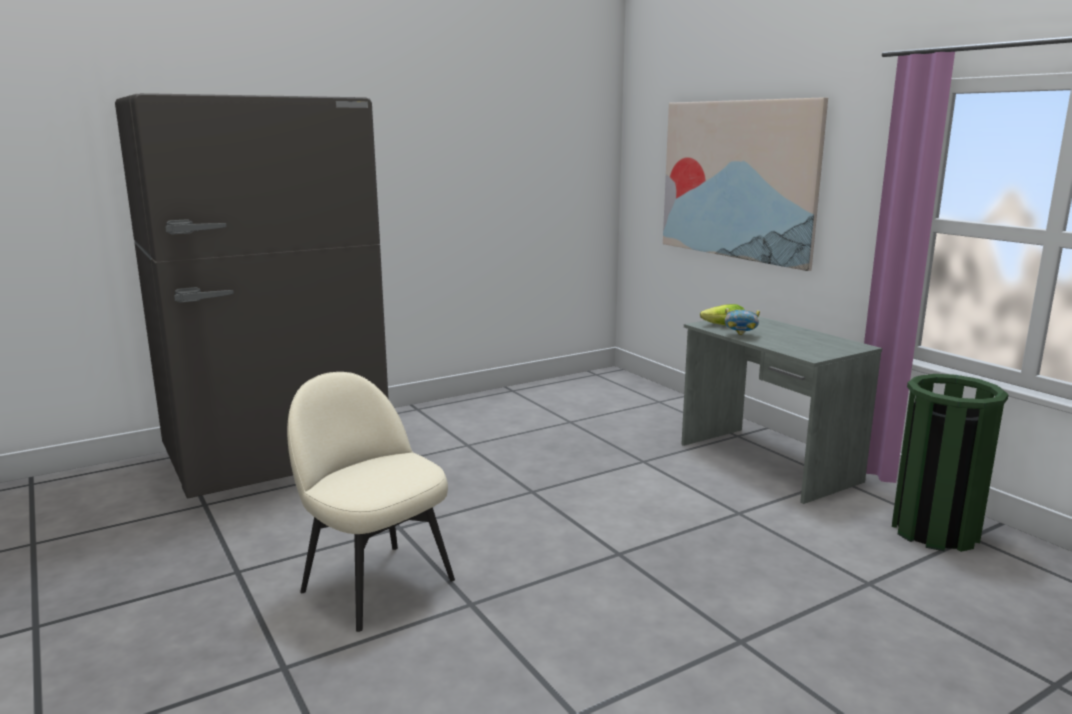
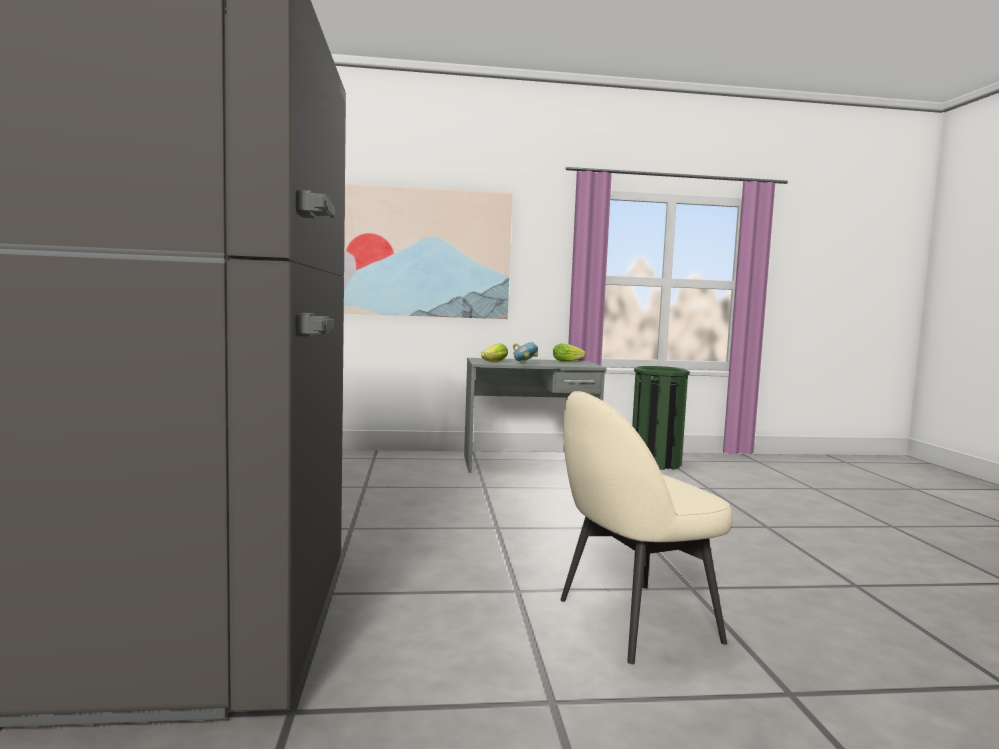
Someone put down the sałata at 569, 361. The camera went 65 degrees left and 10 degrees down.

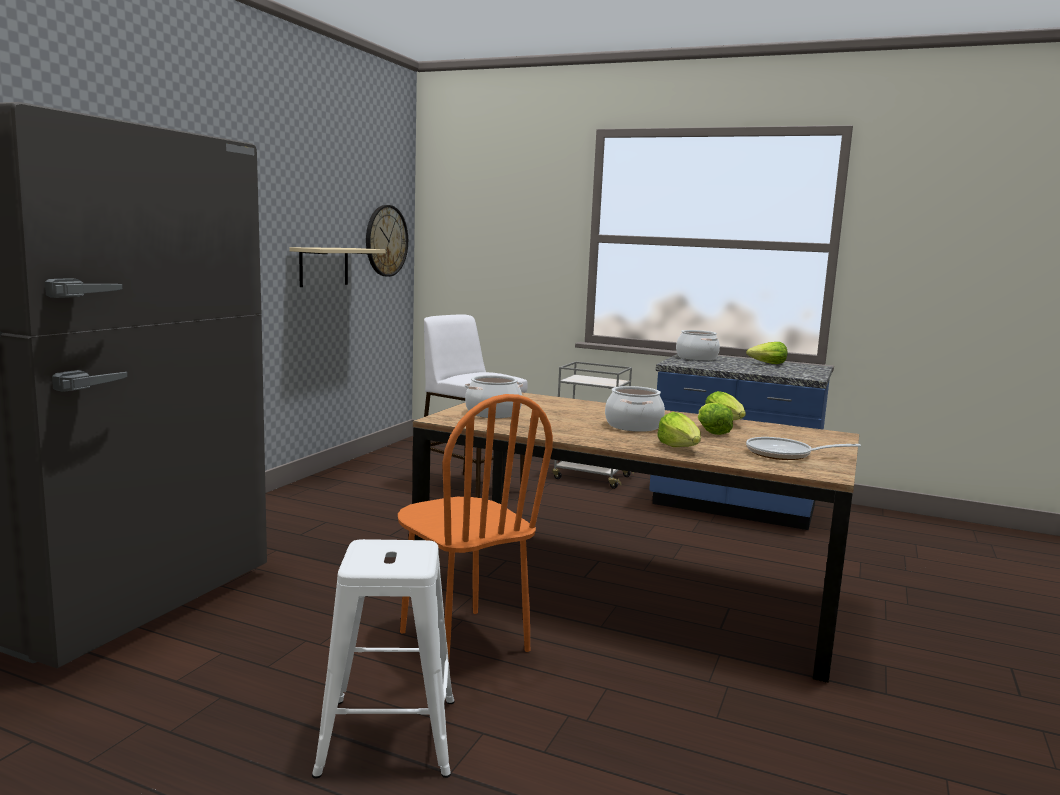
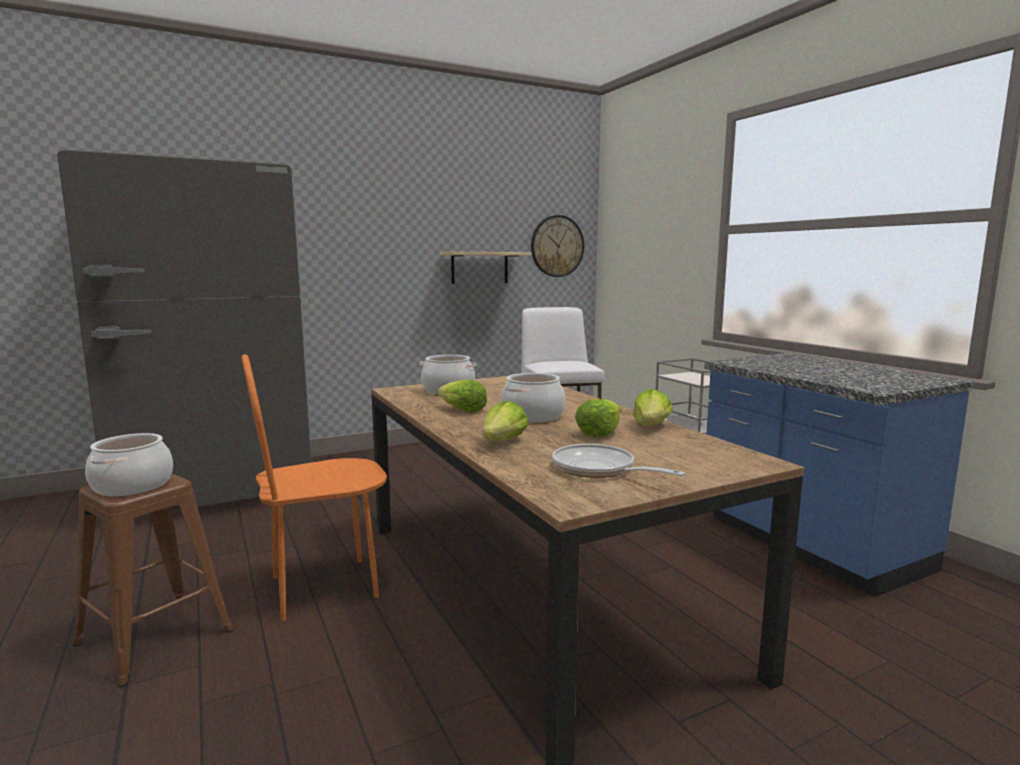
Someone repainted the stołek (biały) at 390, 736, which became the stołek (brązowy) at 154, 638. Someone carried the garnek from 696, 358 to 132, 485. Someone rotated the krzesło (pomarańczowy) at 462, 641 by 60 degrees clockwise. Someone carried the sałata from 768, 364 to 462, 410. The camera went 40 degrees right and 0 degrees up.

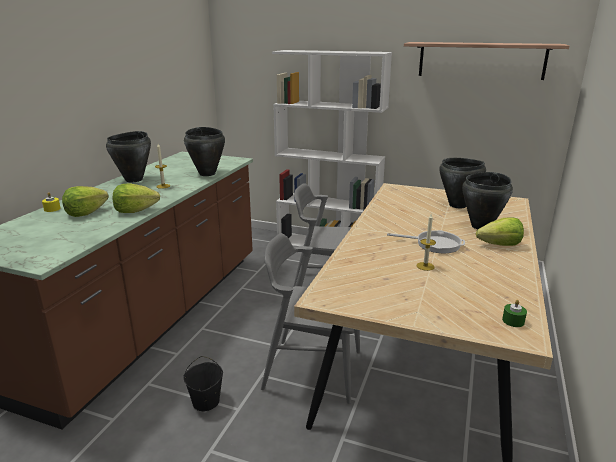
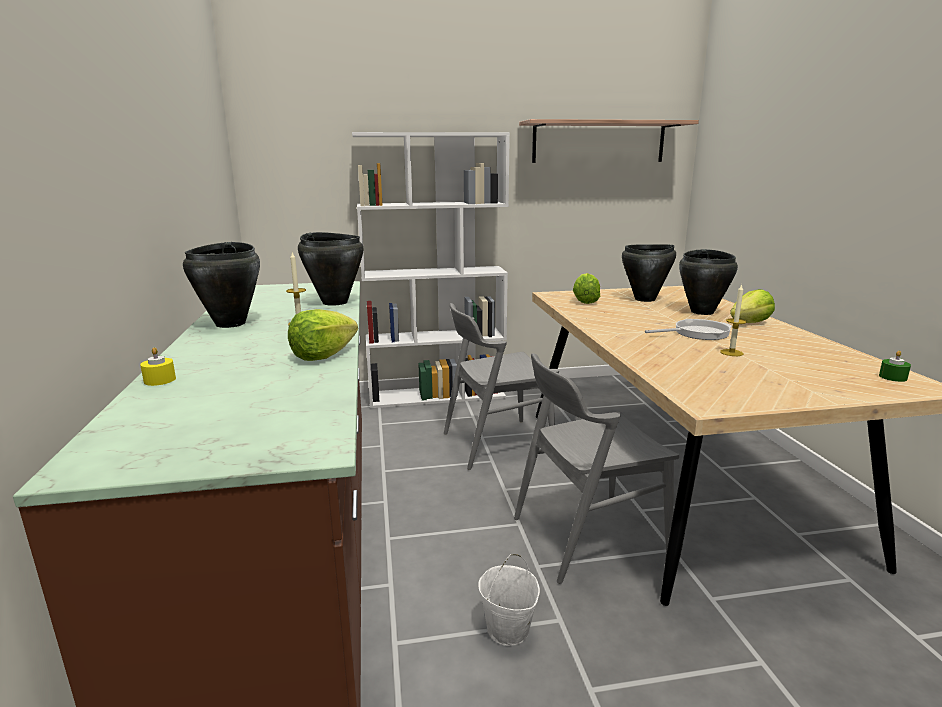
Someone repainted the wiadro (czarny) at 206, 402, which became the wiadro (biały) at 508, 629. Someone carried the sałata from 86, 213 to 585, 301. The camera went 30 degrees left and 5 degrees down.

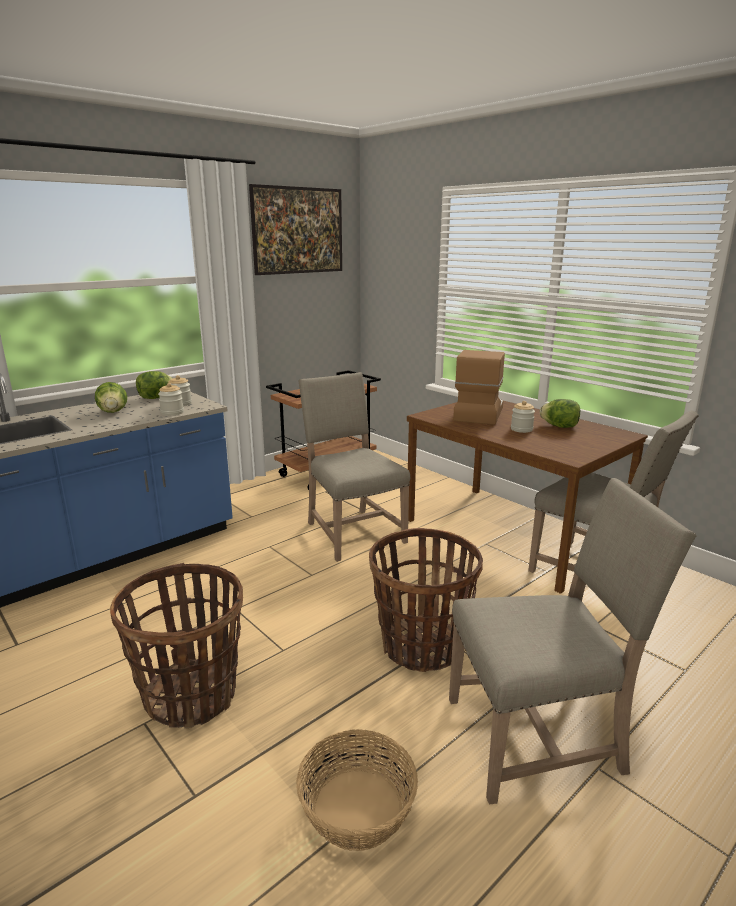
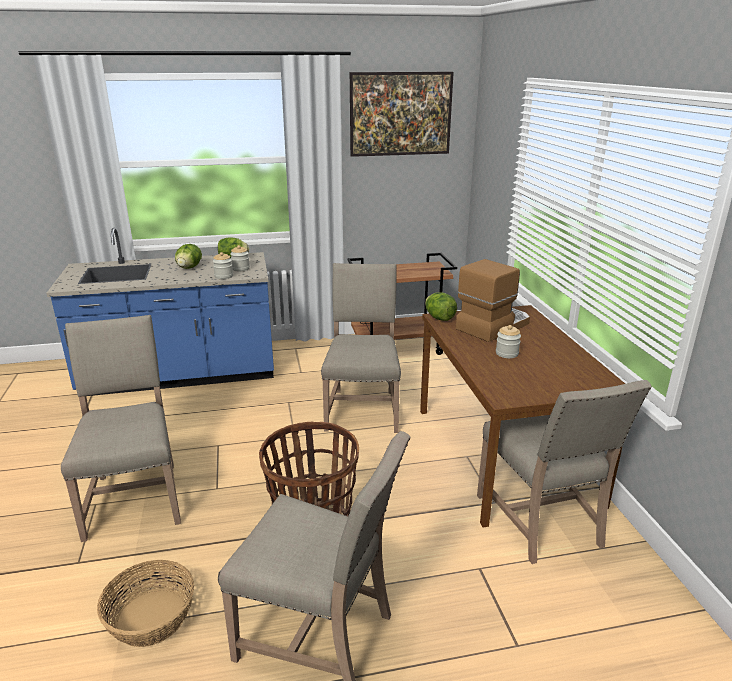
Someone swapped the koszyk at 191, 695 for the krzesło (beżowy) at 135, 497. Someone carried the sałata from 559, 426 to 439, 318. The camera went 30 degrees right and 5 degrees up.

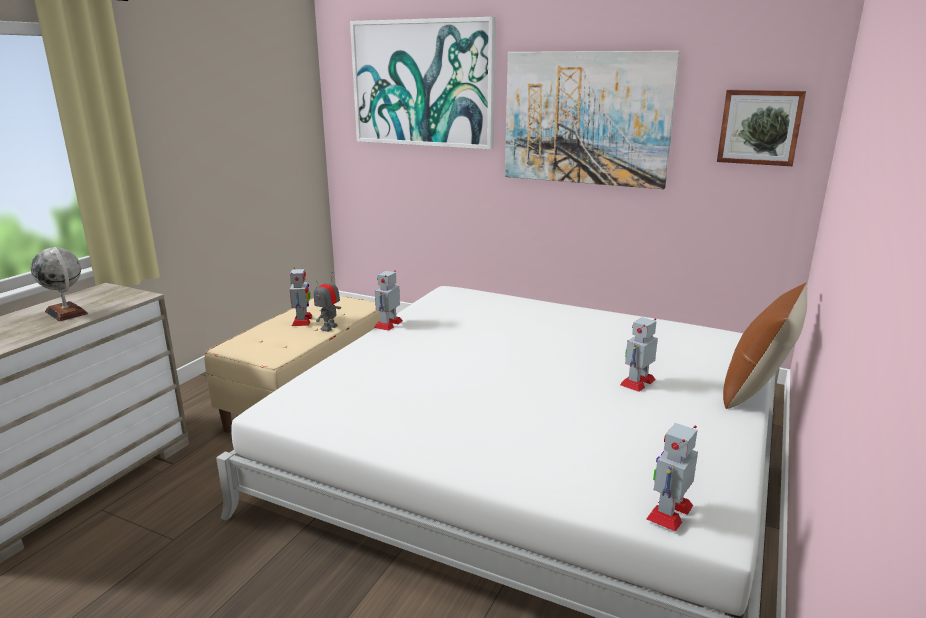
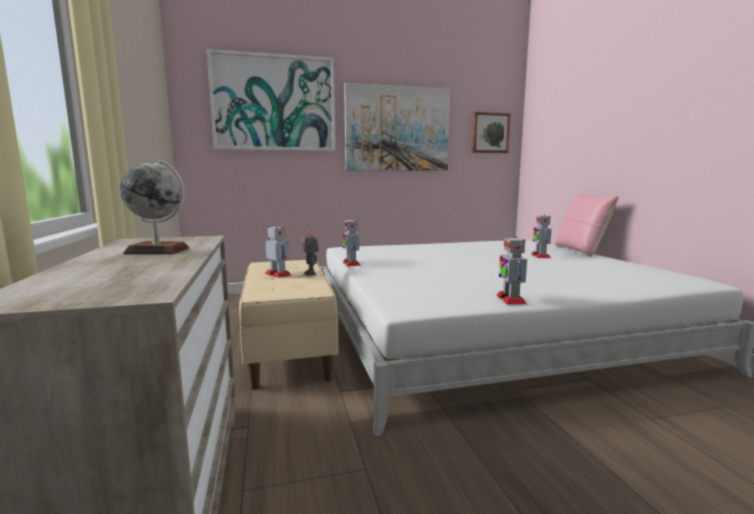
Someone carried the robot zabawkowy from 669, 512 to 510, 299. Someone repainted the poduszka (brązowy) at 756, 391, which became the poduszka (różowy) at 580, 250. The camera went 40 degrees left and 10 degrees down.

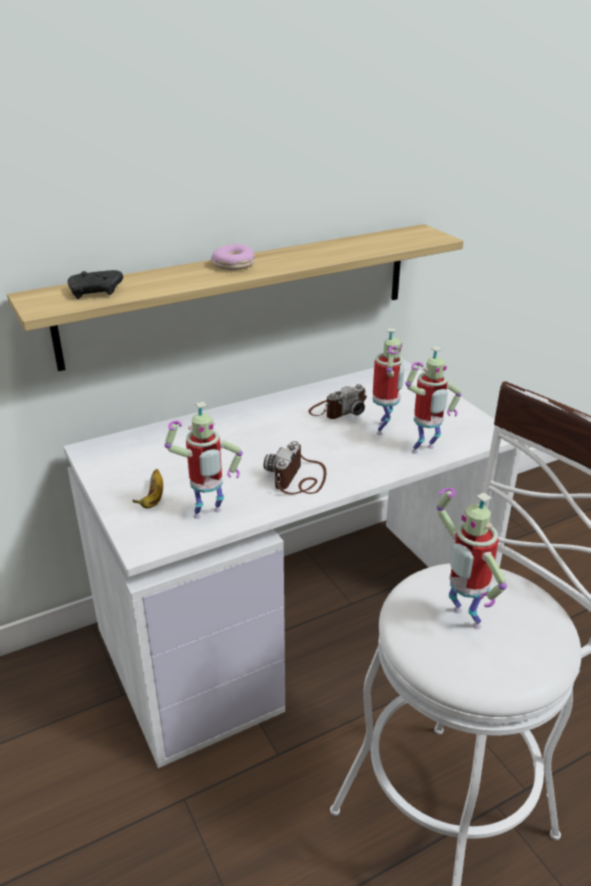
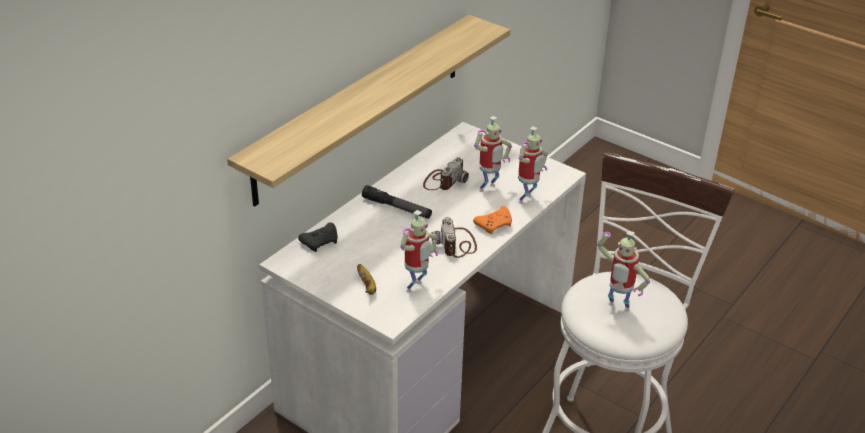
Someone carried the pad do gier (czarny) from 96, 292 to 321, 242. Someone put down the latarka at 397, 208. Someone put down the pad do gier (pomarańczowy) at 495, 225. Someone rotated the robot zabawkowy at 384, 429 by 60 degrees clockwise. Someone took away the donut at 234, 265. The camera went 25 degrees left and 5 degrees up.

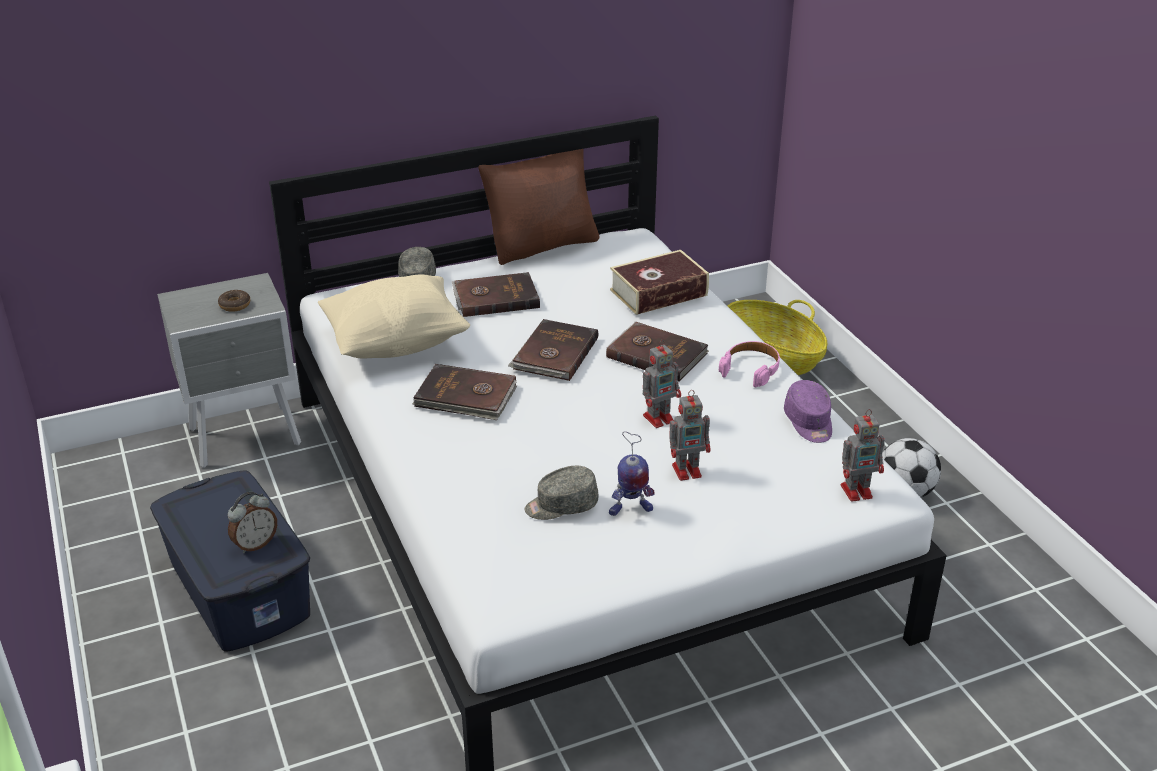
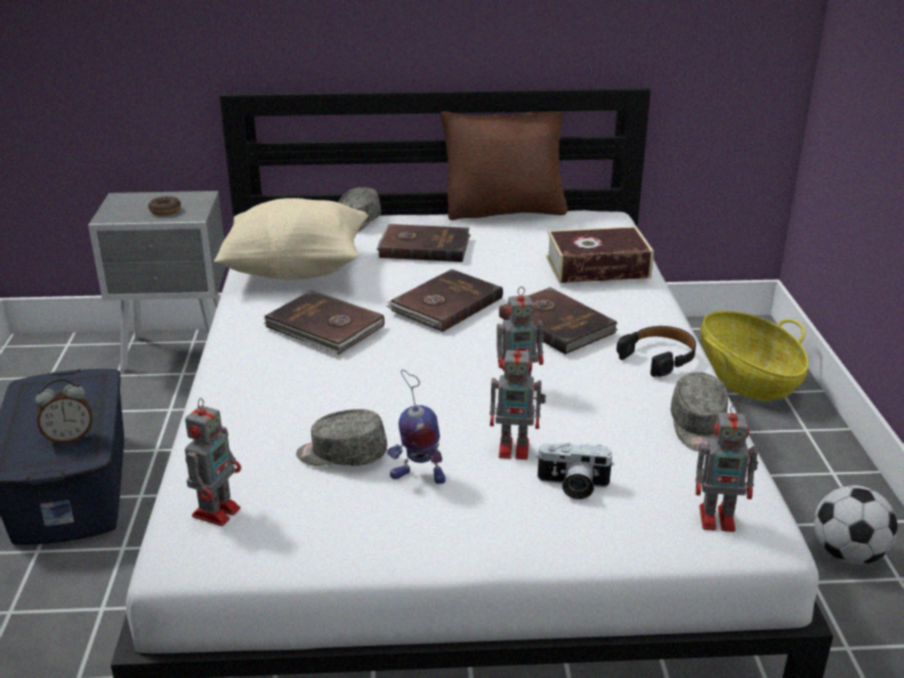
Someone put down the robot zabawkowy at 217, 510. Someone put down the aparat fotograficzny at 572, 486. Someone repainted the słuchawki (różowy) at 751, 369, which became the słuchawki (czarny) at 659, 357. Someone repainted the czapka z daszkiem (fioletowy) at 809, 423, which became the czapka z daszkiem (szary) at 698, 427. The camera went 20 degrees right and 5 degrees down.

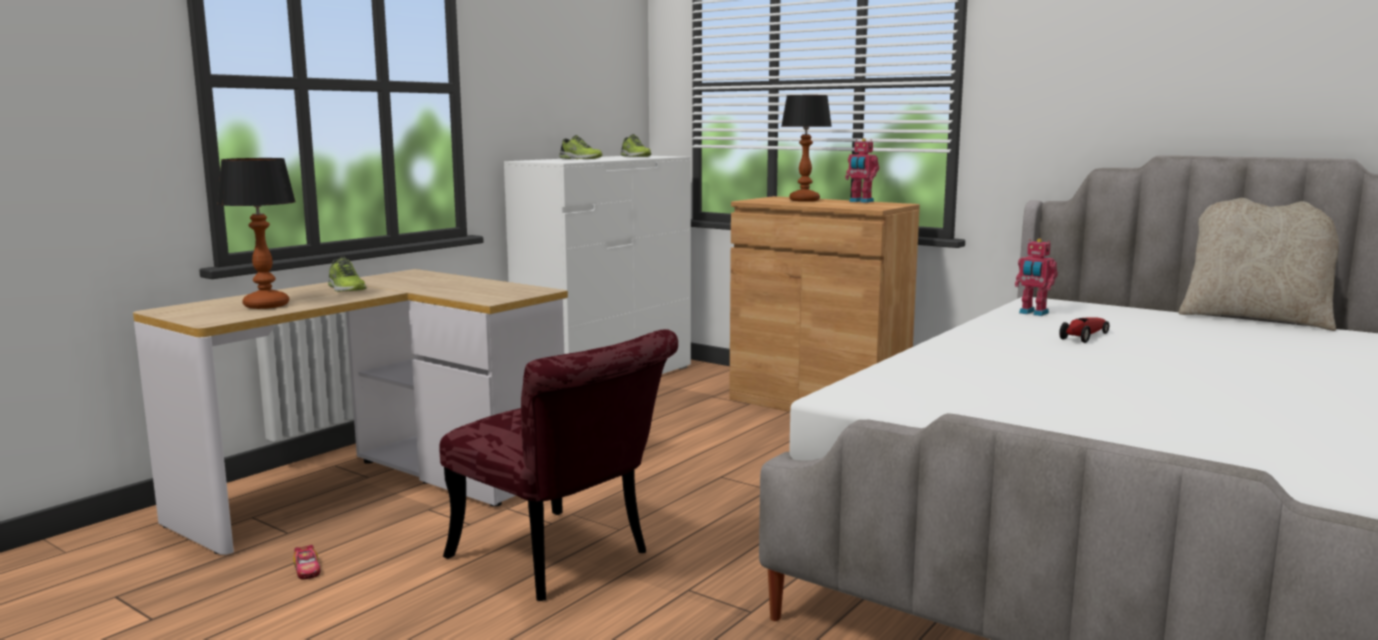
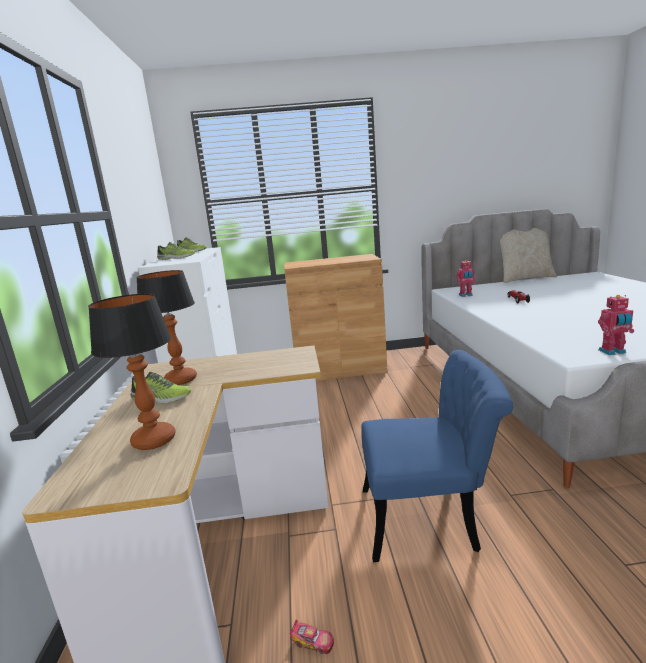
Someone carried the lampa stołowa from 804, 200 to 180, 380. Someone repainted the krzesło (czerwony) at 563, 560, which became the krzesło (niebieski) at 431, 518. Someone carried the robot zabawkowy from 860, 201 to 613, 352. The camera went 40 degrees left and 5 degrees up.

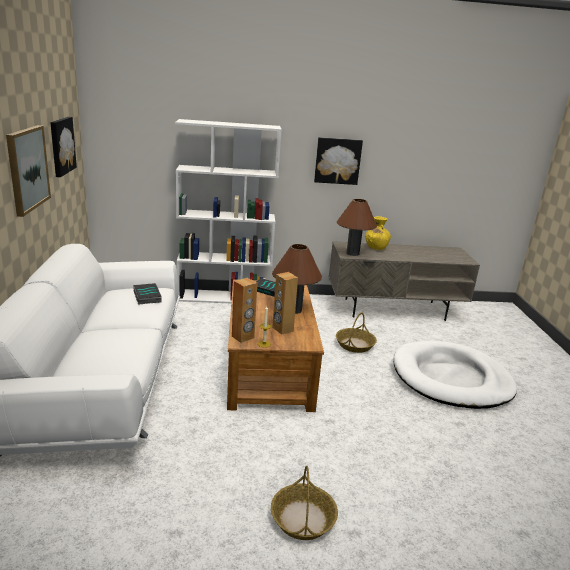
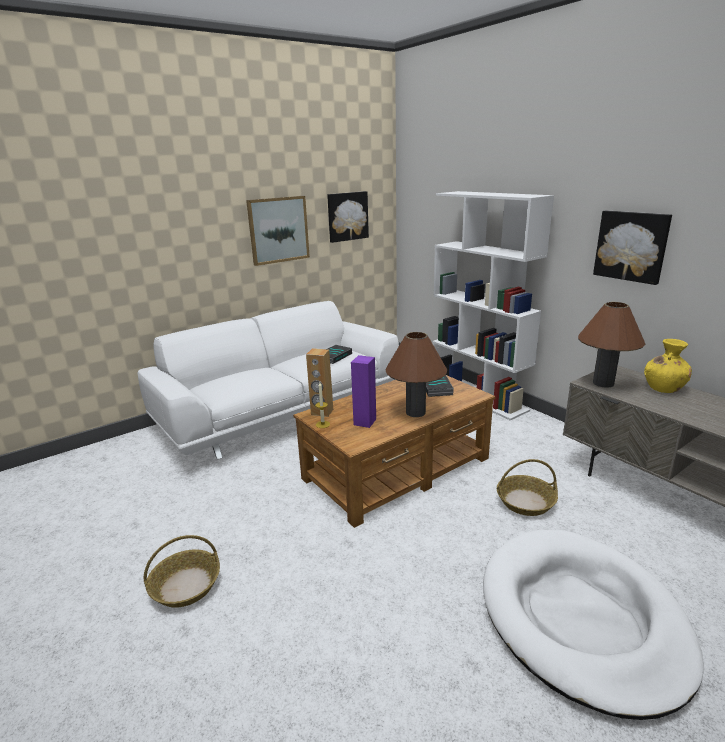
Someone repainted the głośnik (brązowy) at 282, 329, which became the głośnik (fioletowy) at 364, 422. The camera went 60 degrees right and 0 degrees up.

